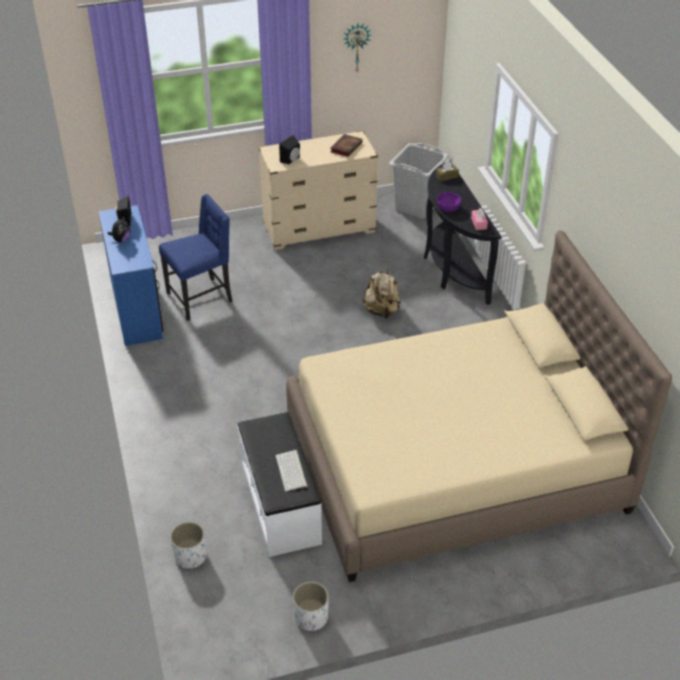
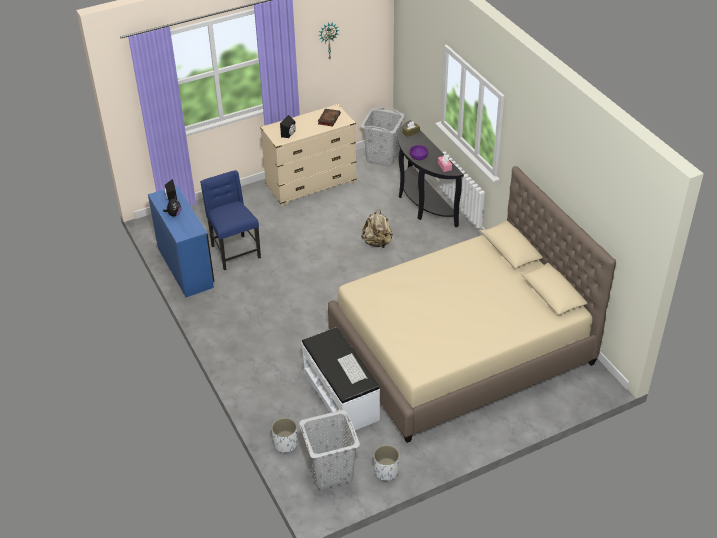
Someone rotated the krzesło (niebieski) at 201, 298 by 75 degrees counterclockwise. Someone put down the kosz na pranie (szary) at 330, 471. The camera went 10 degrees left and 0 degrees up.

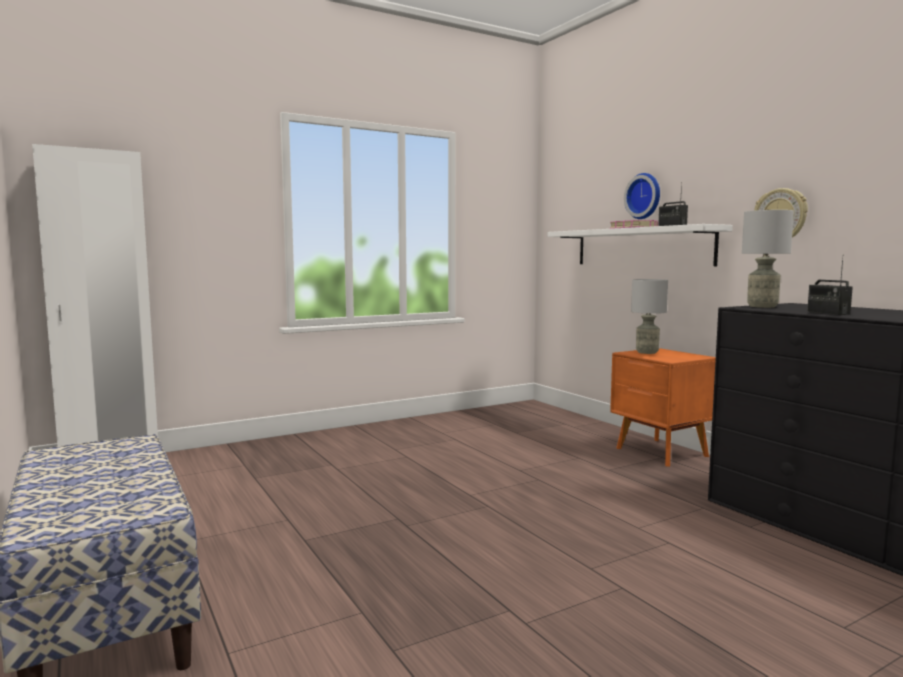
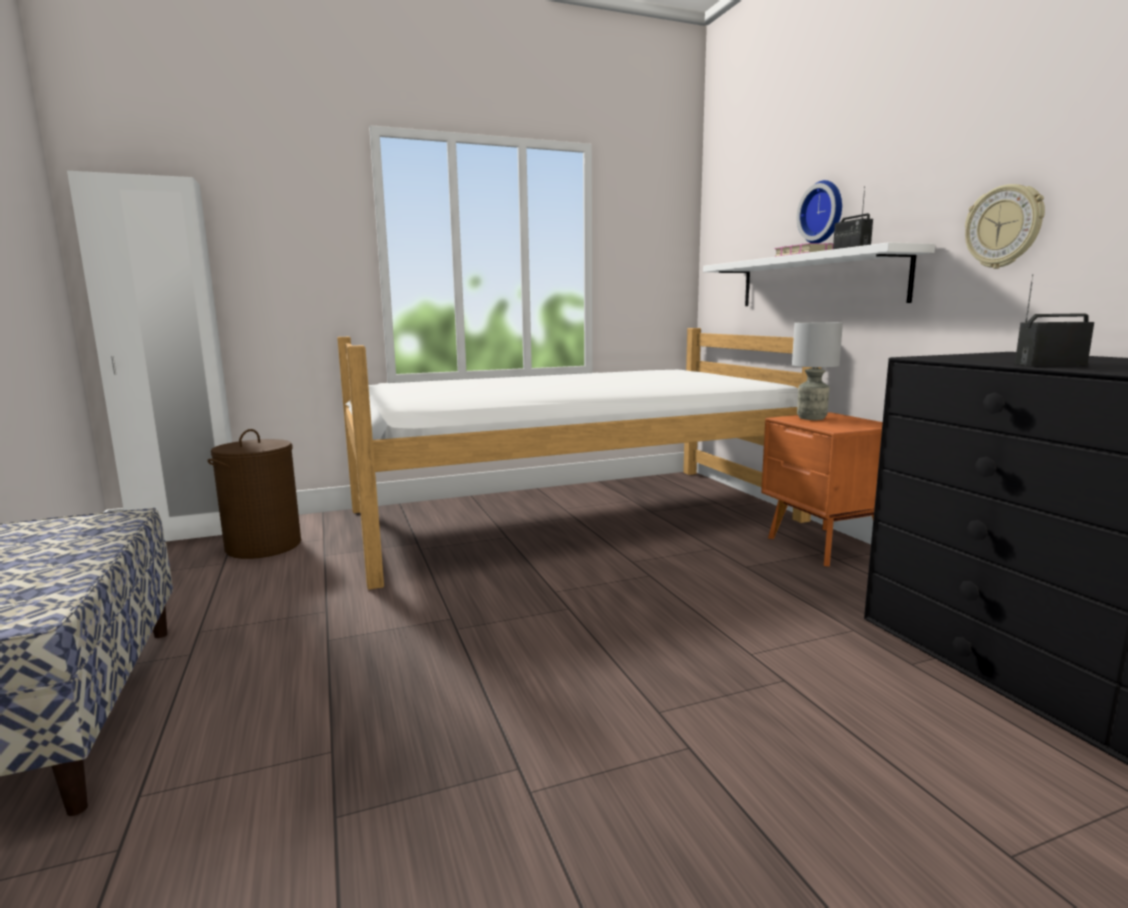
Someone put down the kosz na pranie (brązowy) at 264, 546. Someone put down the łóżko at 572, 516. Someone rotated the radio at 827, 313 by 90 degrees clockwise. Someone took away the lampa stołowa (szary) at 763, 306. The camera went 10 degrees right and 5 degrees up.

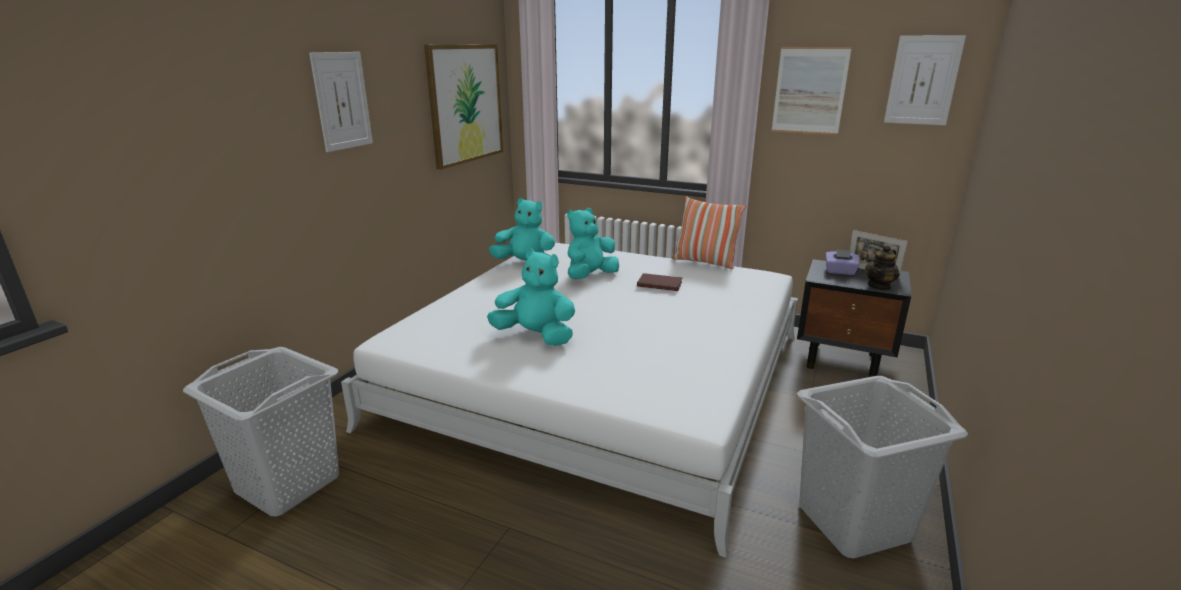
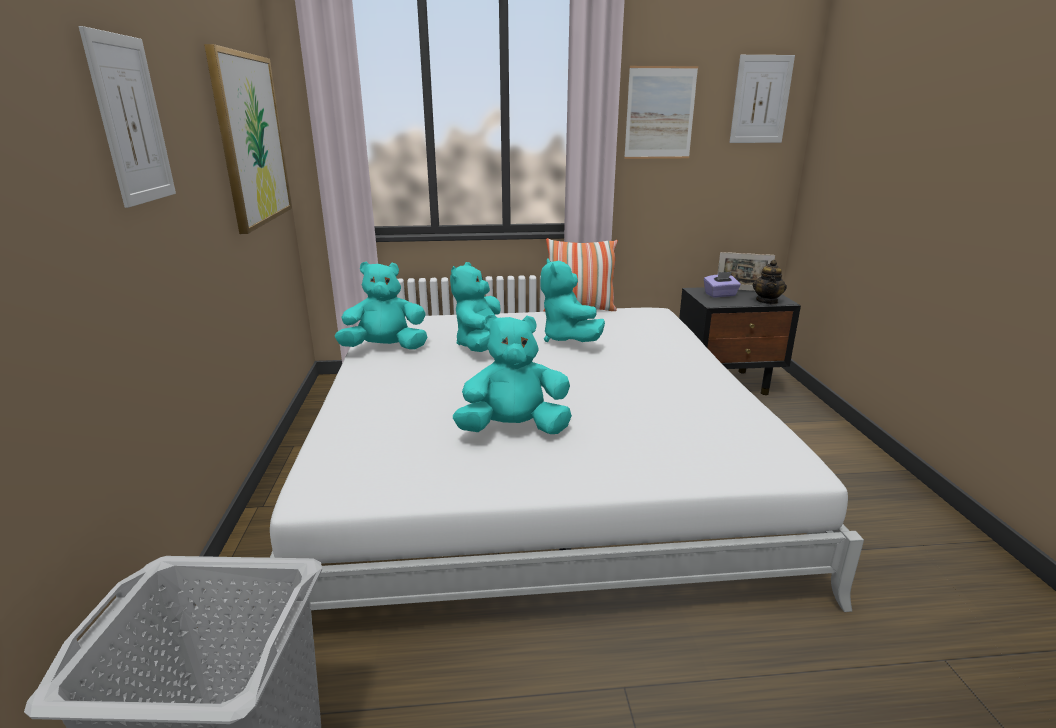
Someone swapped the książka (brązowy) at 659, 283 for the pluszak (turkusowy) at 568, 339. Someone took away the kosz na pranie (szary) at 854, 523. The camera went 30 degrees left and 0 degrees up.

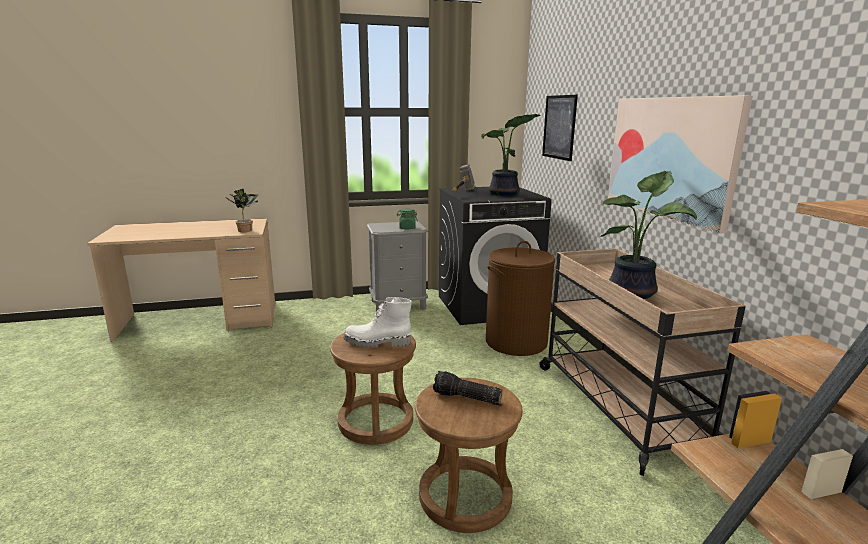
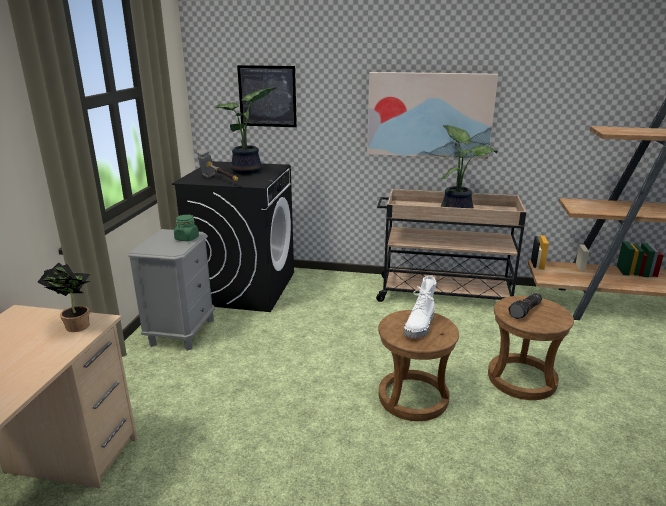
Someone took away the kosz na pranie (brązowy) at 516, 342. The camera went 65 degrees left and 5 degrees up.

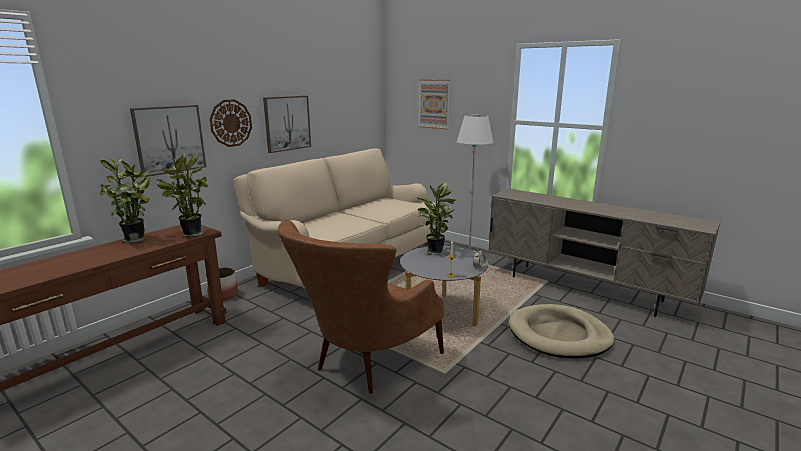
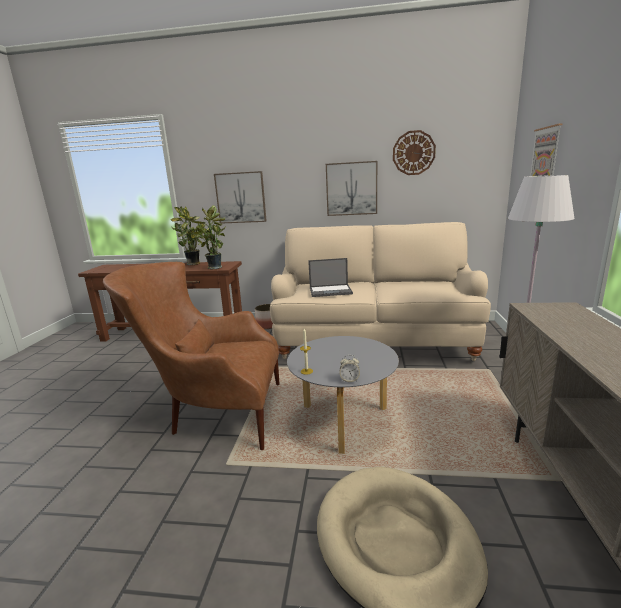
Someone put down the laptop at 331, 291. Someone carried the zegar ścienny from 231, 123 to 413, 153. Someone took away the roślina doniczkowa at 435, 251. The camera went 60 degrees right and 0 degrees up.

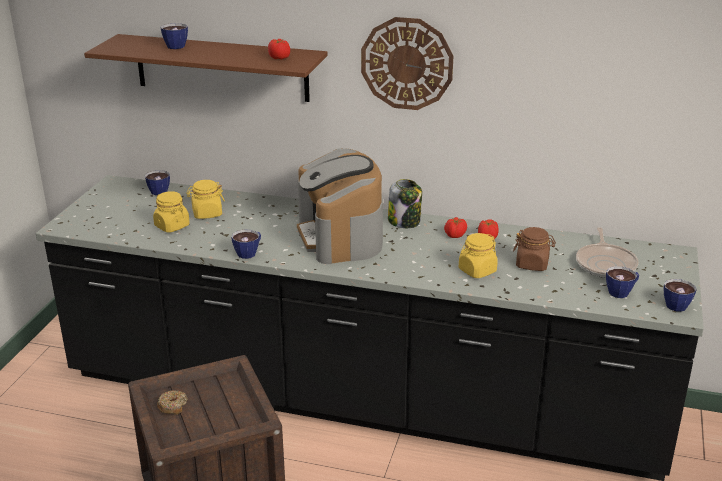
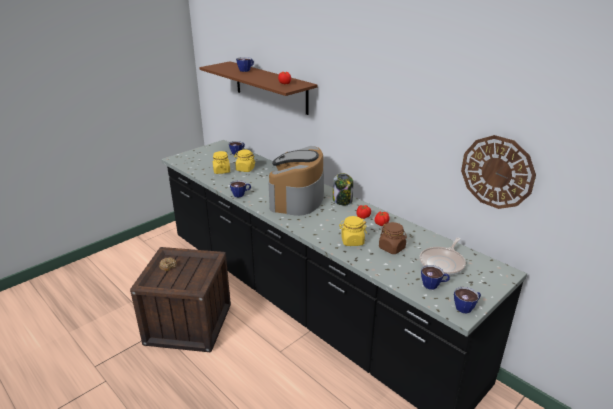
Someone carried the zegar ścienny from 407, 63 to 497, 172. The camera went 30 degrees right and 0 degrees up.

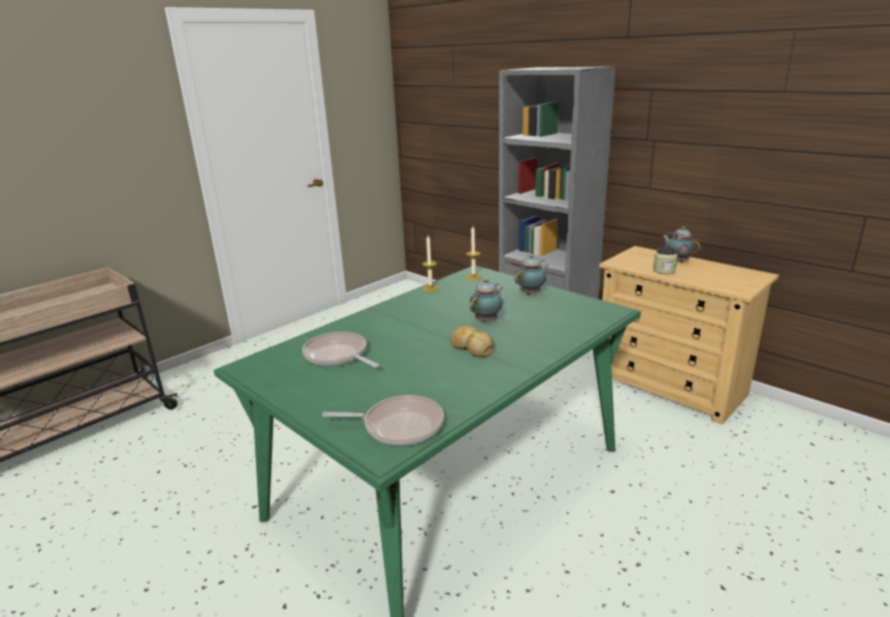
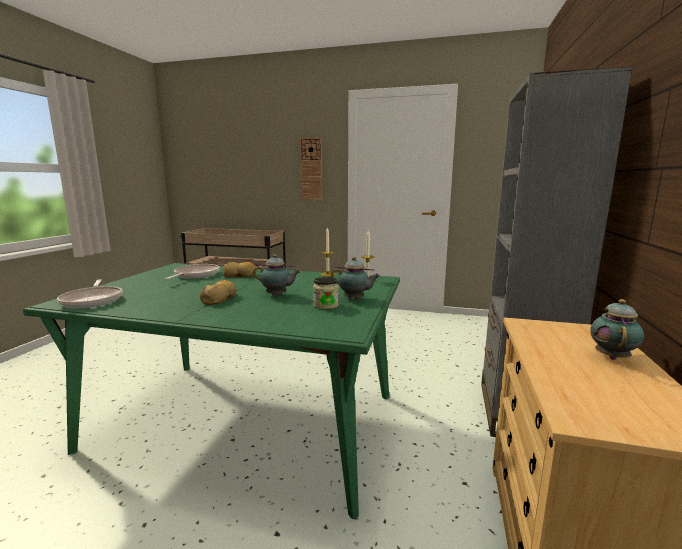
Someone put down the chleb at 240, 275. Someone put up the zegar ścienny at 311, 169. Someone carried the słoik from 664, 270 to 326, 305. The camera went 60 degrees right and 10 degrees down.

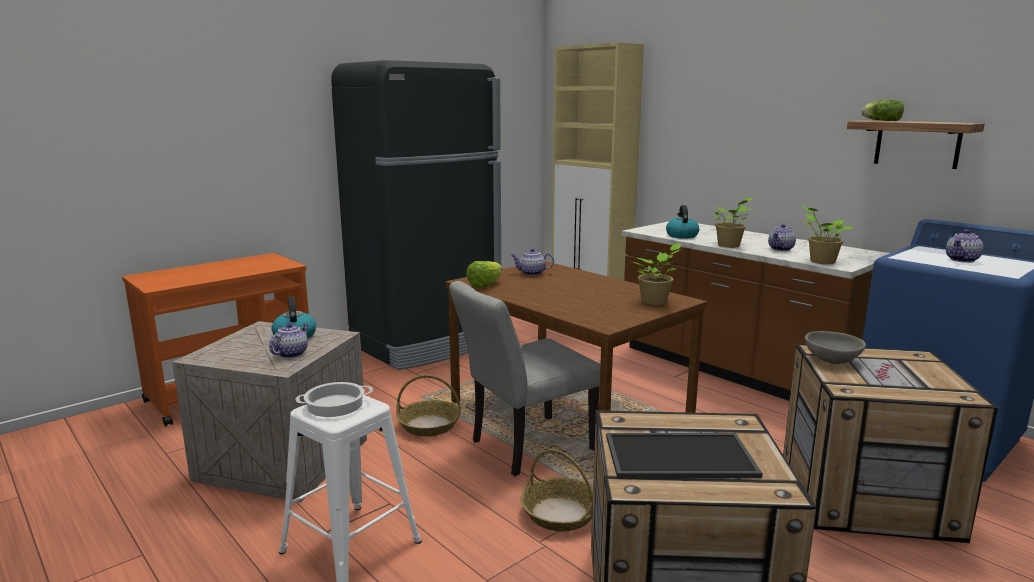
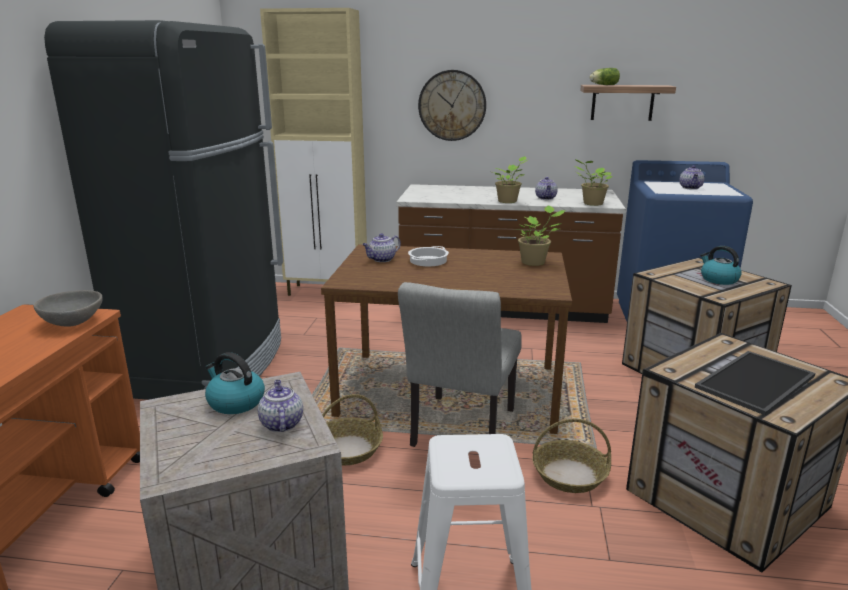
Someone carried the miska (szary) from 832, 360 to 73, 322. Someone carried the garnek from 334, 405 to 428, 261. Someone put up the zegar ścienny at 452, 105. Someone carried the czajnik from 681, 235 to 718, 279. Someone took away the sałata at 485, 285. The camera went 40 degrees left and 5 degrees up.

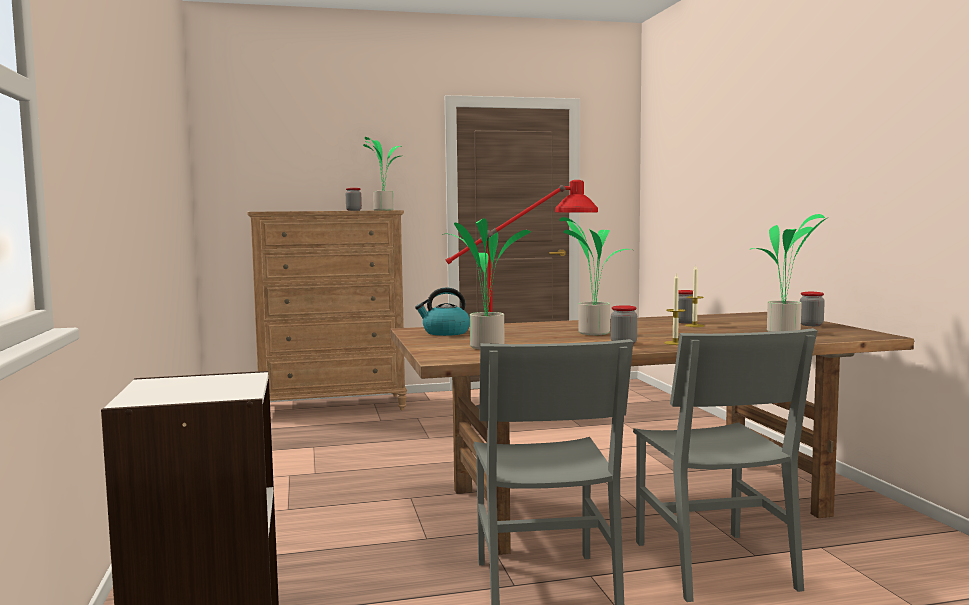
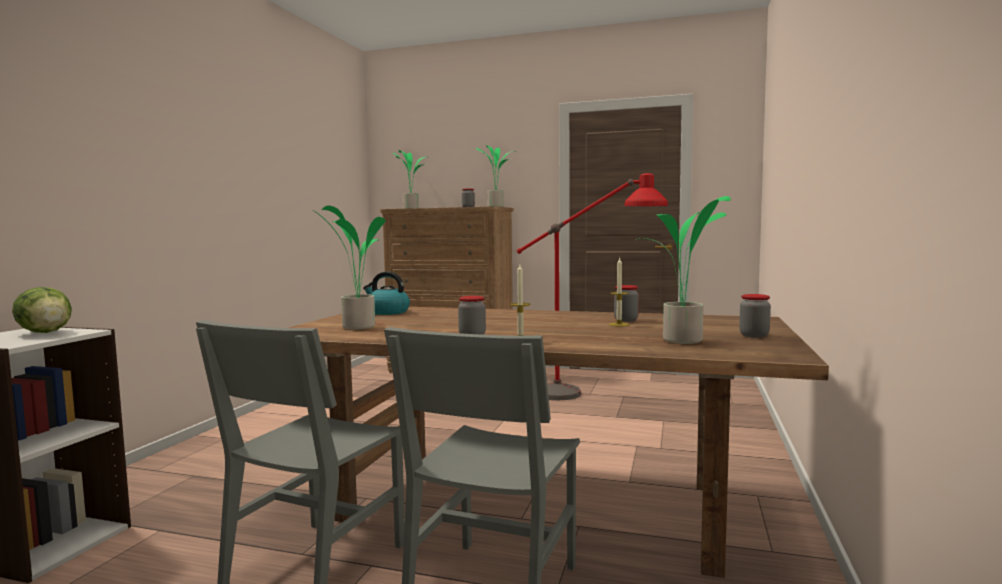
Someone put down the sałata at 46, 333. Someone carried the roślina doniczkowa from 592, 333 to 411, 209. The camera went 30 degrees right and 0 degrees up.

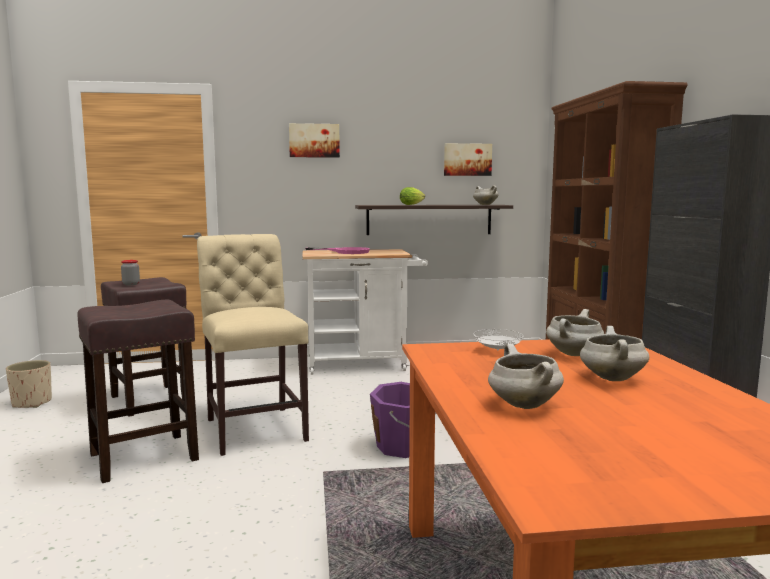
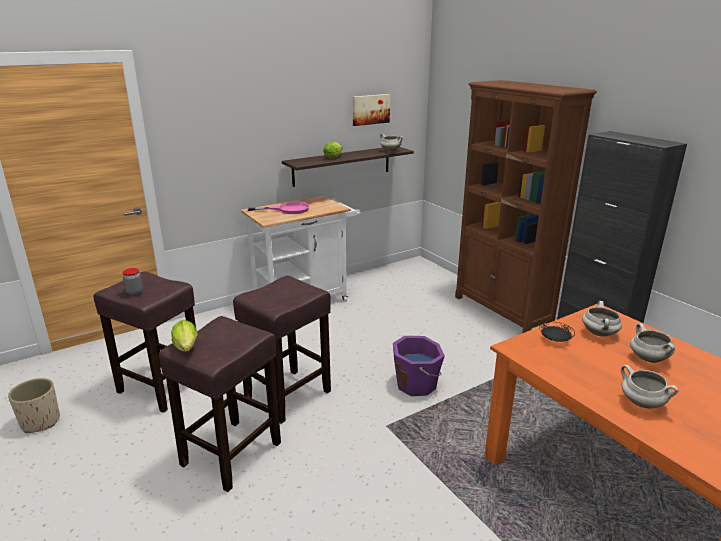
Someone put down the sałata at 186, 349. Someone swapped the krzesło (beżowy) at 255, 427 for the stołek (brązowy) at 289, 394. Someone repainted the talerz (biały) at 498, 350, which became the talerz (czarny) at 555, 339. Someone took away the obraz at 314, 140. The camera went 25 degrees left and 15 degrees up.

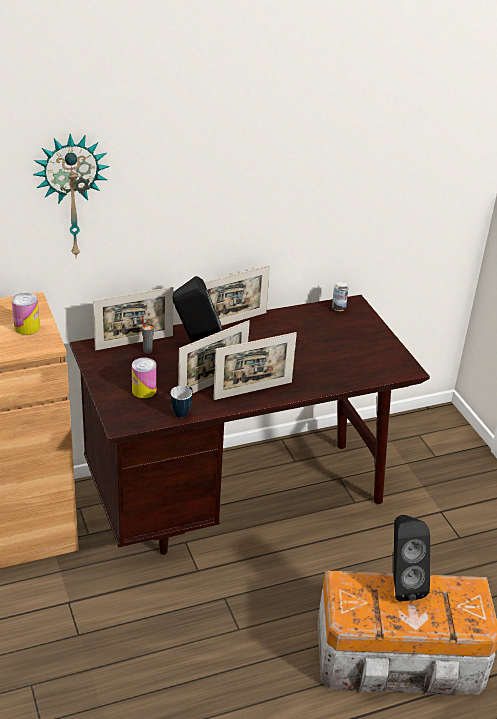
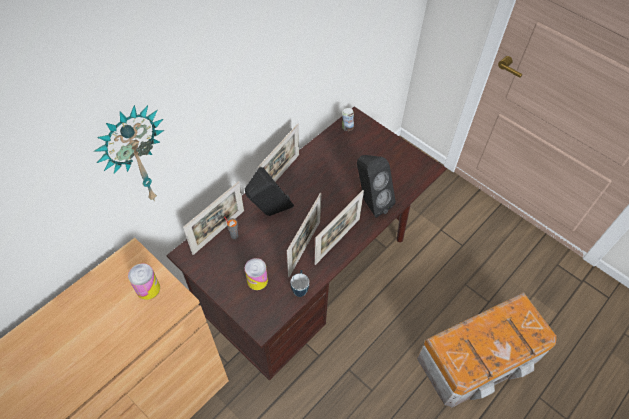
Someone carried the głośnik (czarny) from 401, 584 to 370, 202. The camera went 25 degrees left and 20 degrees up.

